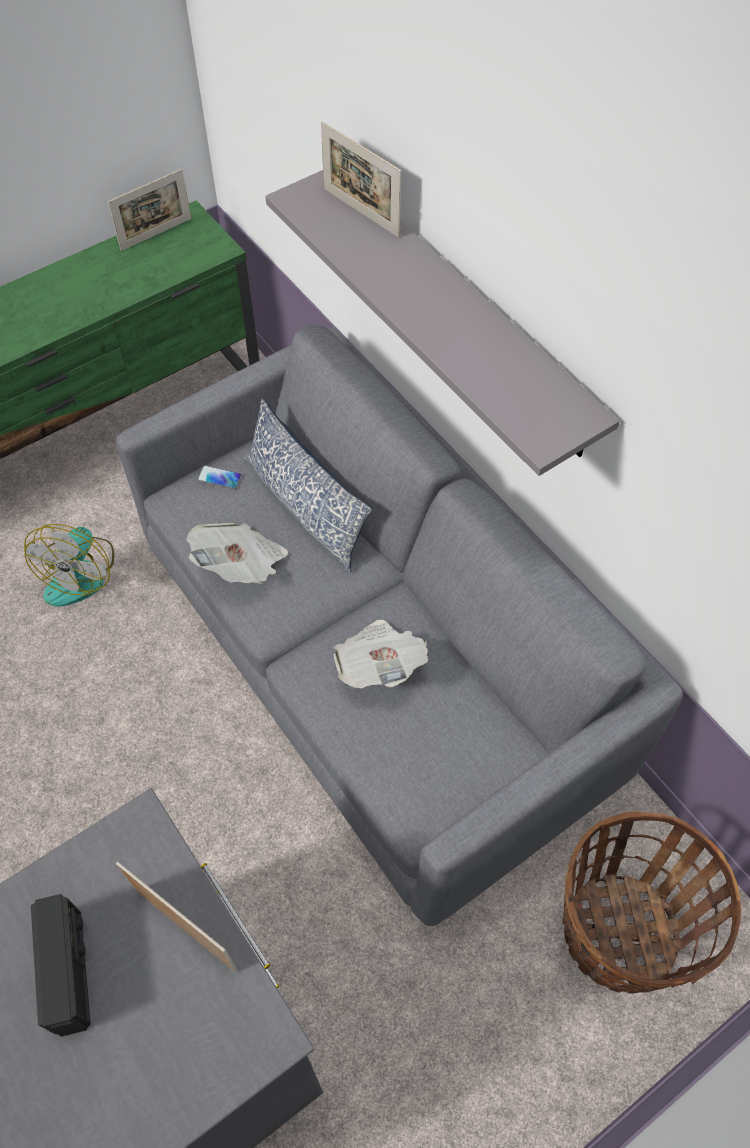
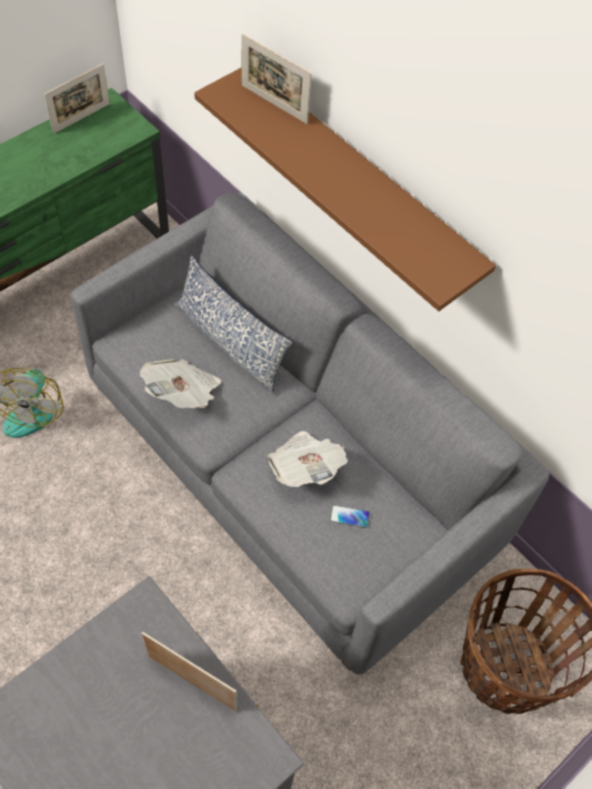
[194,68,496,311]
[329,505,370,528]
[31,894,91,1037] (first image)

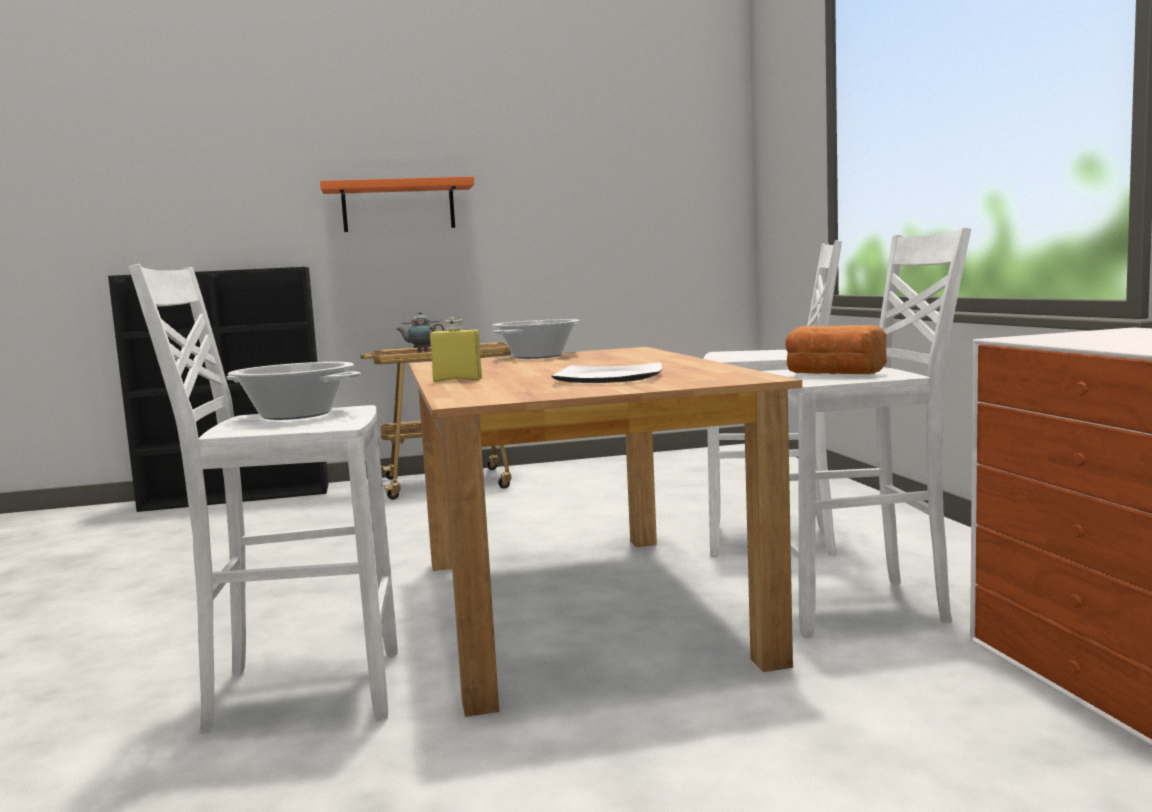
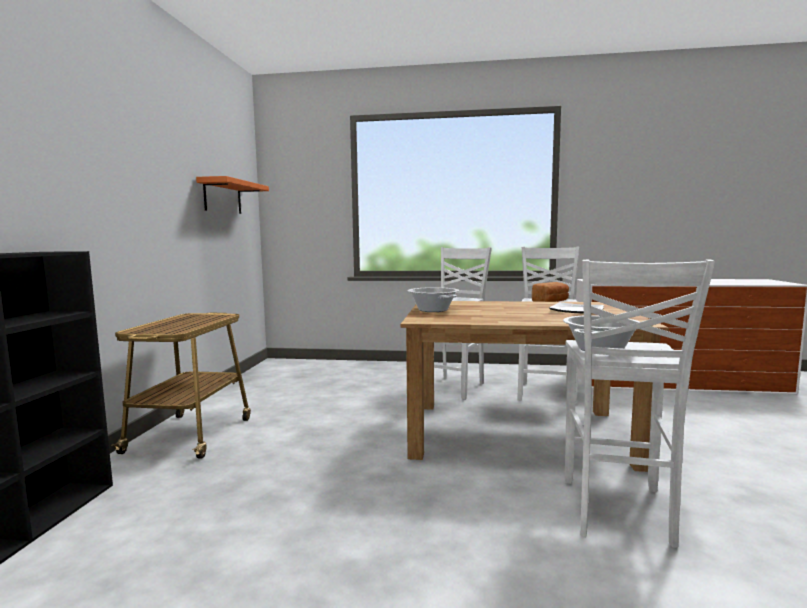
[196,176,269,214]
[396,312,444,352] (first image)
[430,317,482,382] (first image)

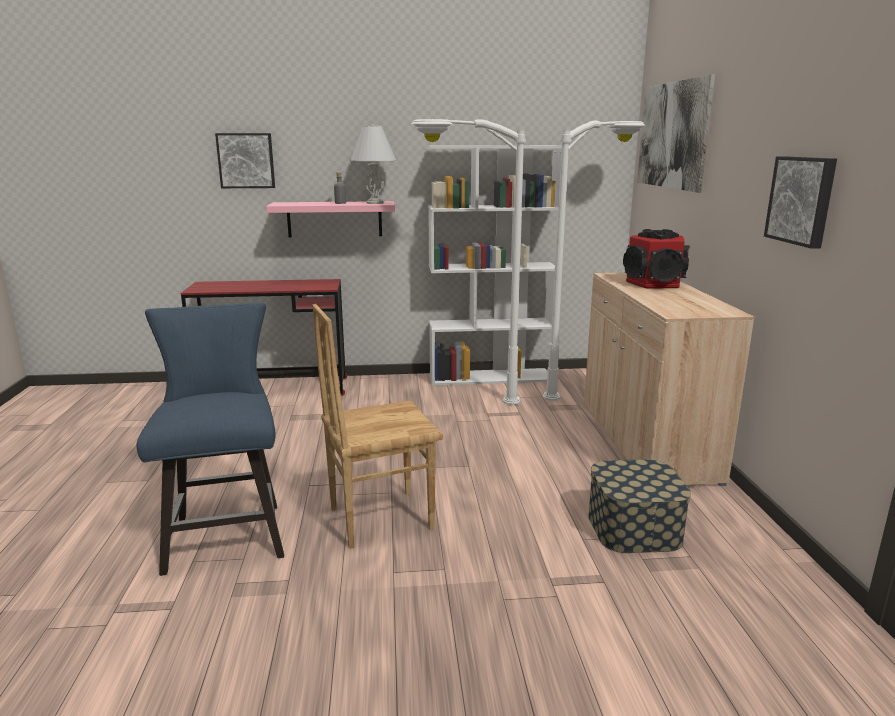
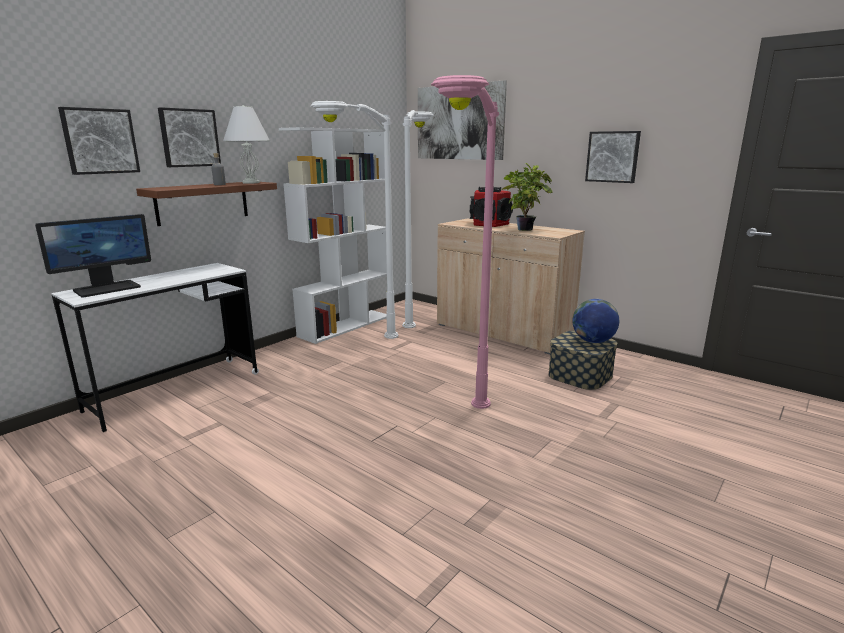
[35,214,151,297]
[51,263,259,432]
[136,182,277,226]
[158,107,221,167]
[431,75,499,409]
[501,163,553,231]
[572,299,619,343]
[137,302,284,576] (first image)

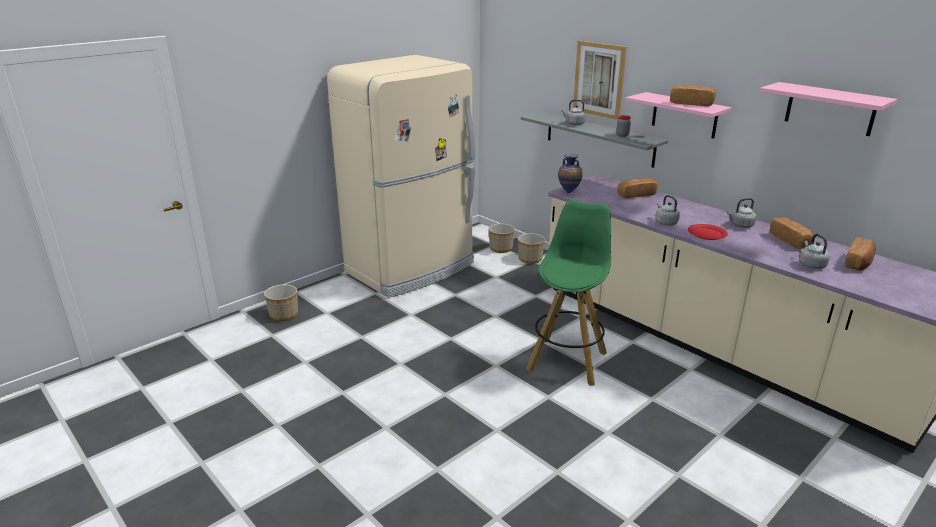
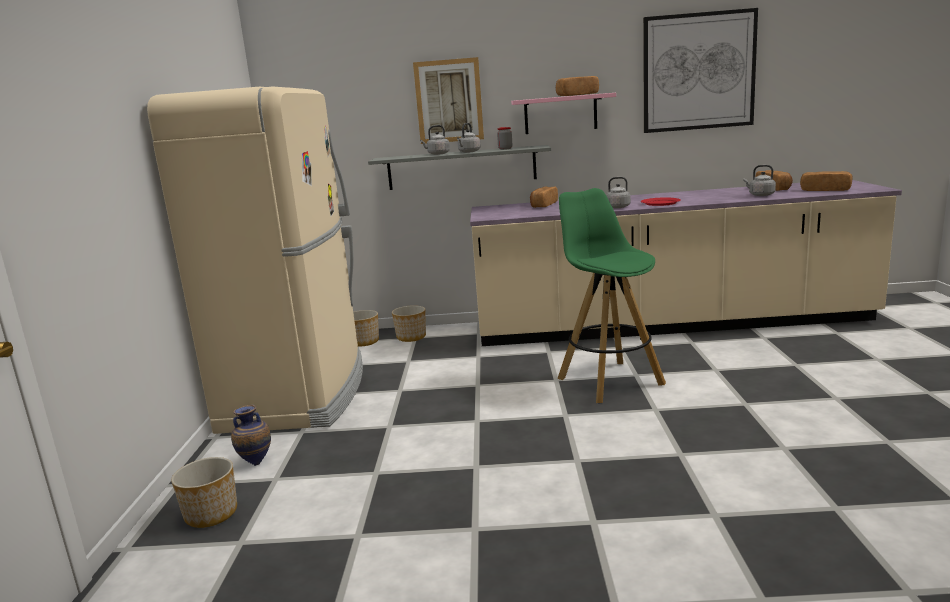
[231,405,271,466]
[457,123,481,153]
[643,8,758,133]
[800,171,852,191]

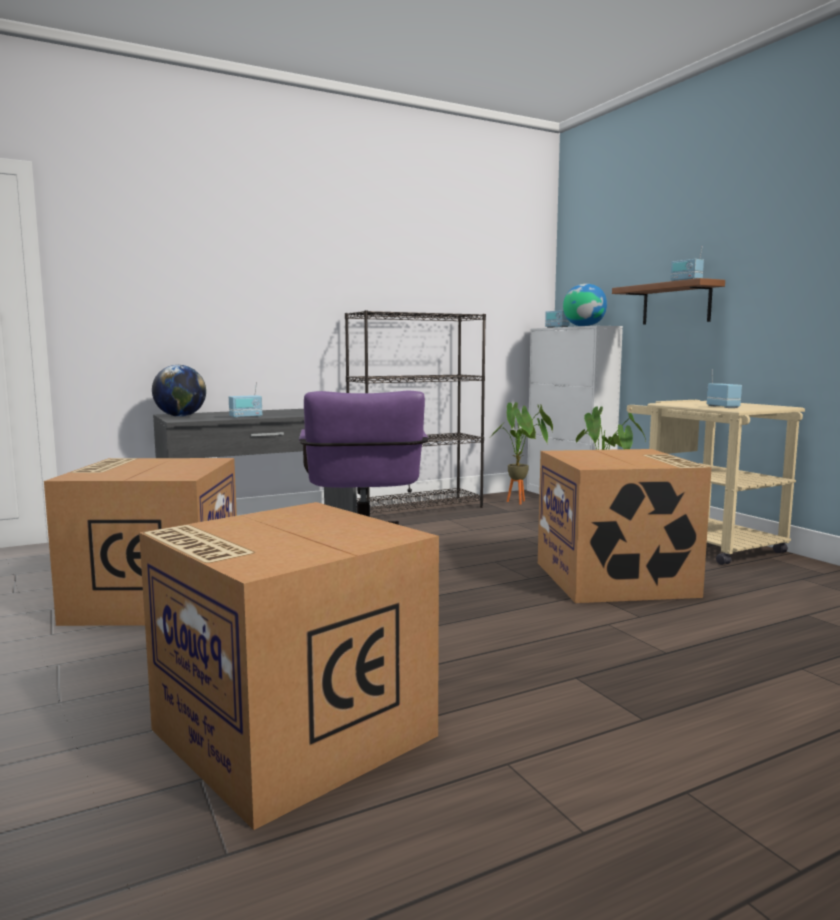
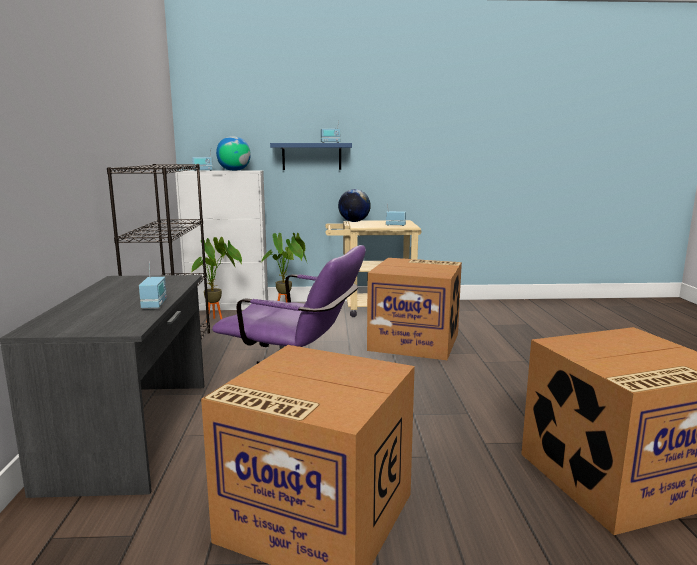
[270,143,352,170]
[338,189,371,222]

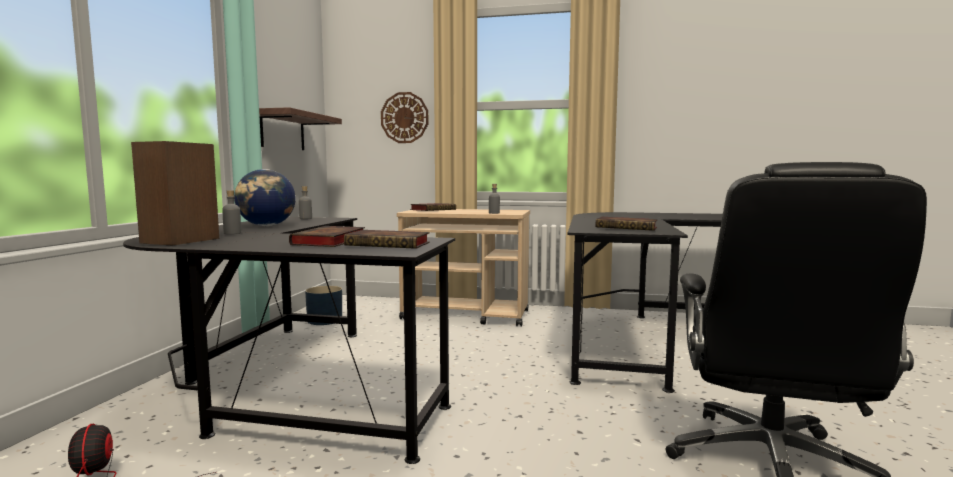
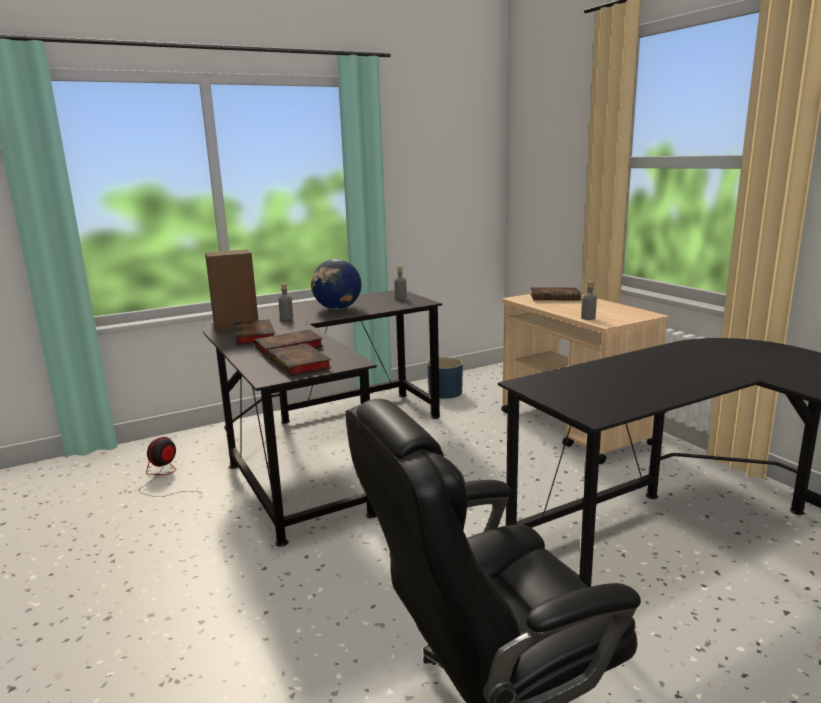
[234,319,275,345]
[259,107,342,150] (first image)
[381,92,428,143] (first image)

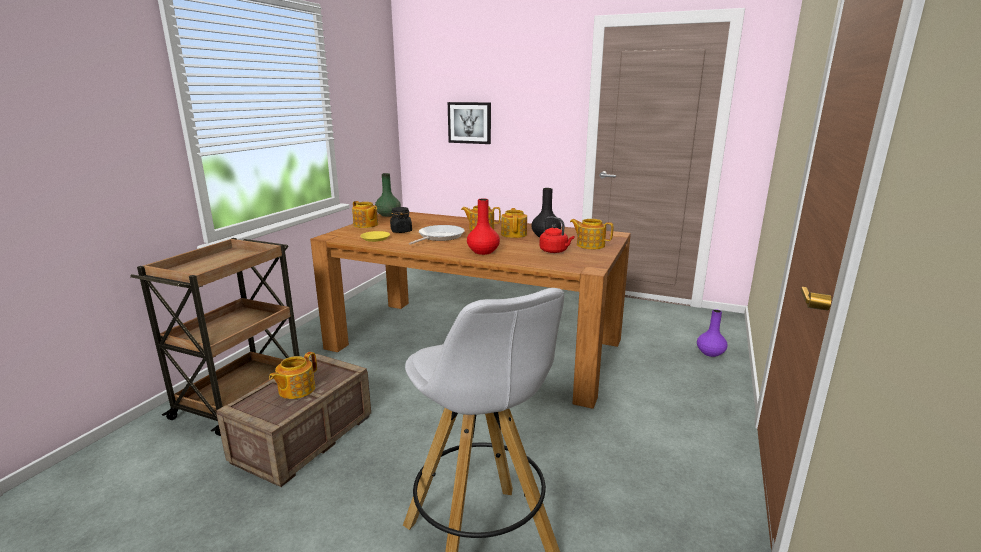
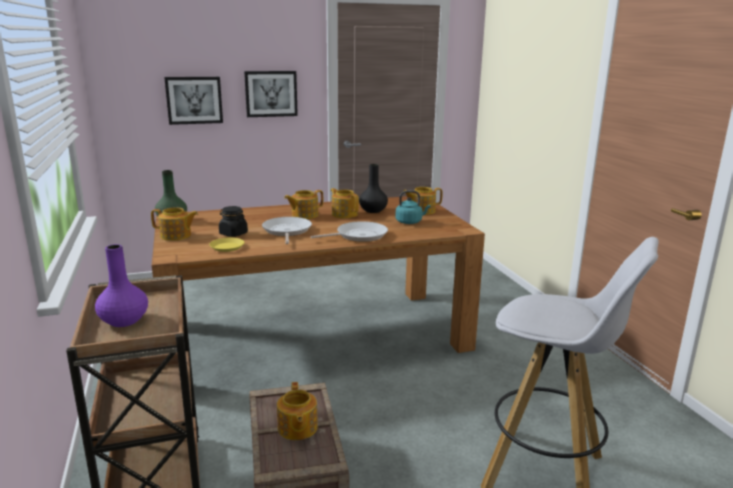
[95,244,148,327]
[244,71,298,117]
[311,221,388,242]
[395,190,431,224]

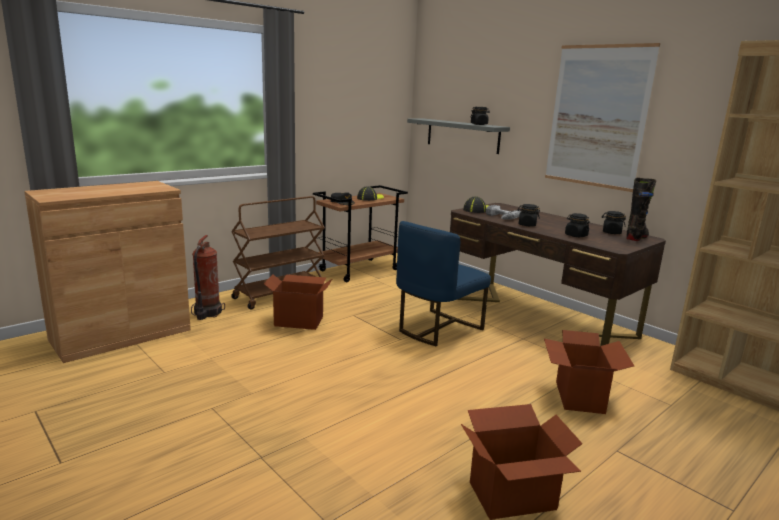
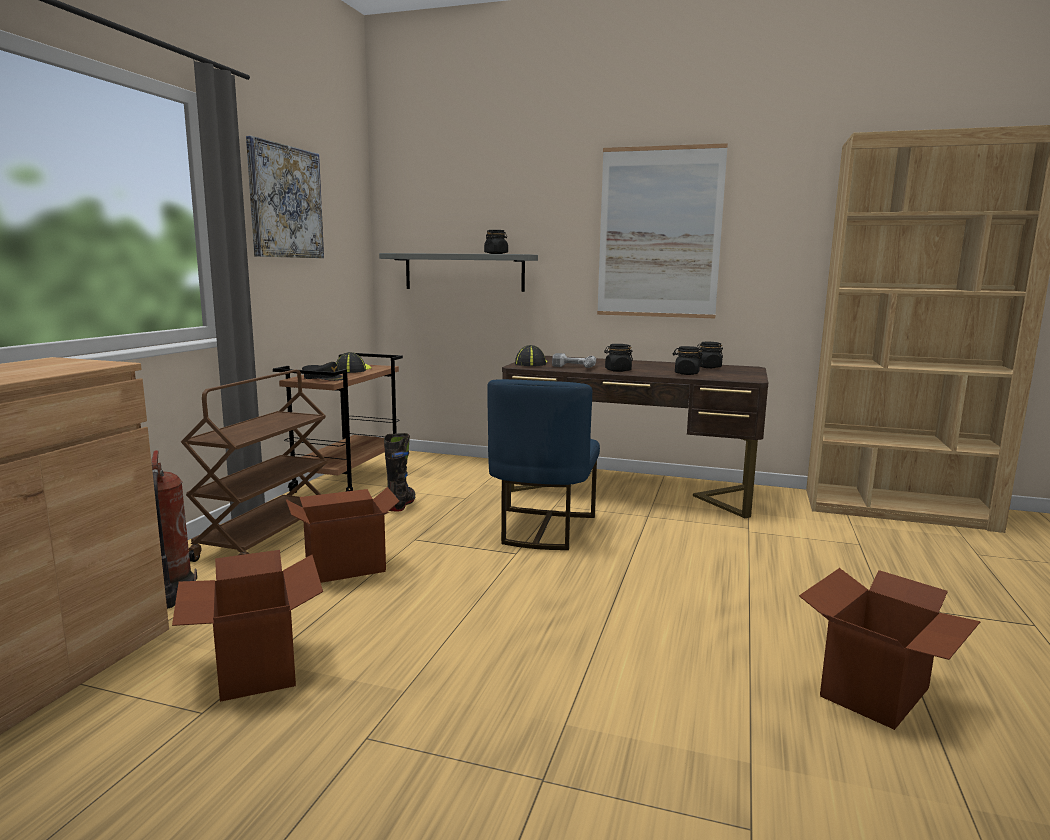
[172,550,323,702]
[246,136,324,258]
[384,433,415,512]

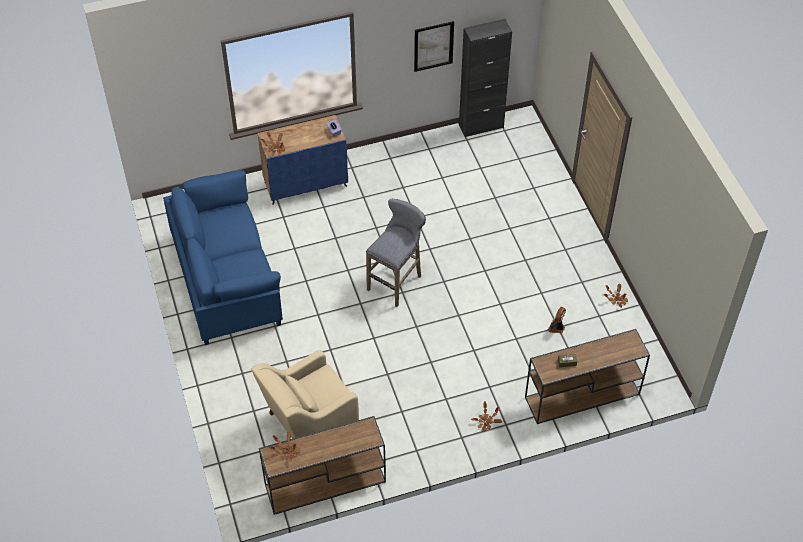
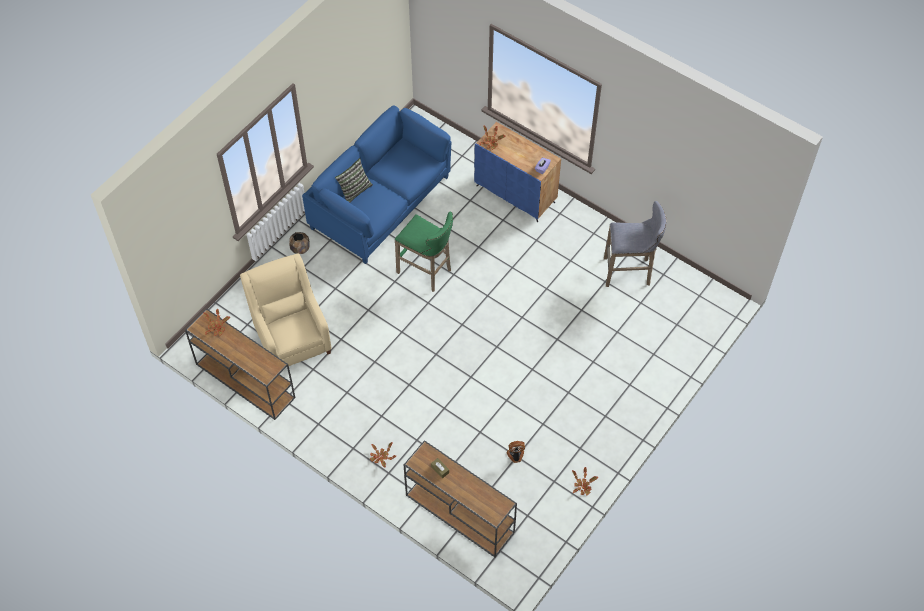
[240,253,331,366]
[289,232,310,254]
[335,158,373,203]
[395,212,453,292]
[604,201,667,287]
[414,21,454,72] (first image)
[459,19,512,137] (first image)

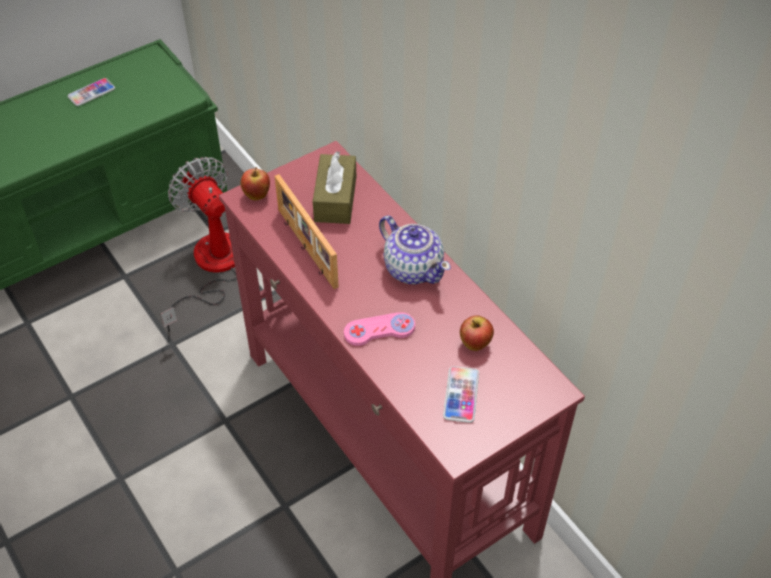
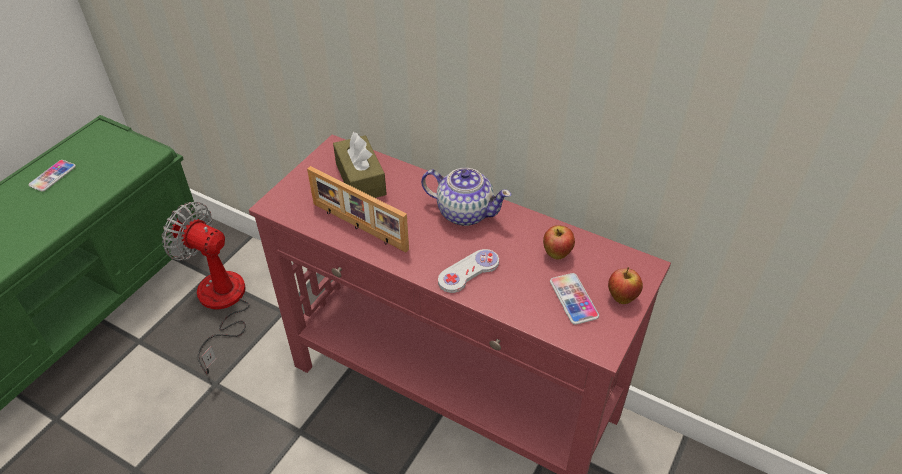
[438,249,499,293]
[608,267,643,304]

